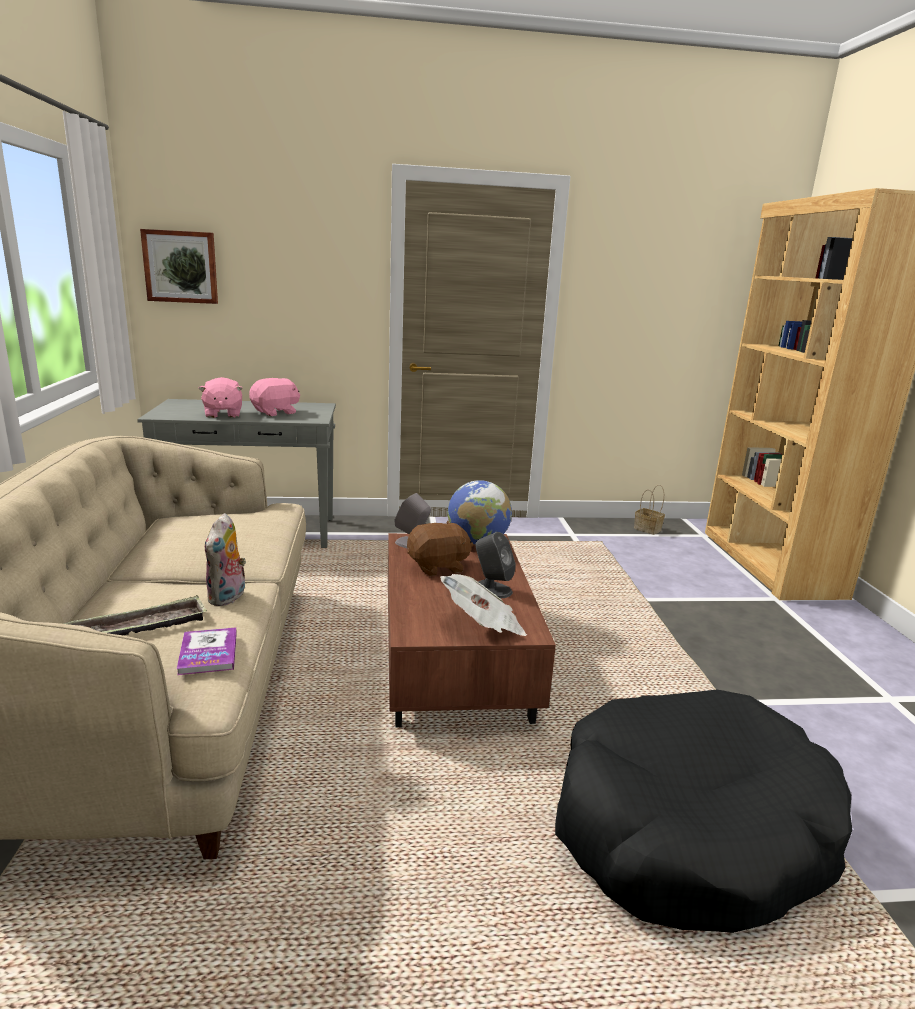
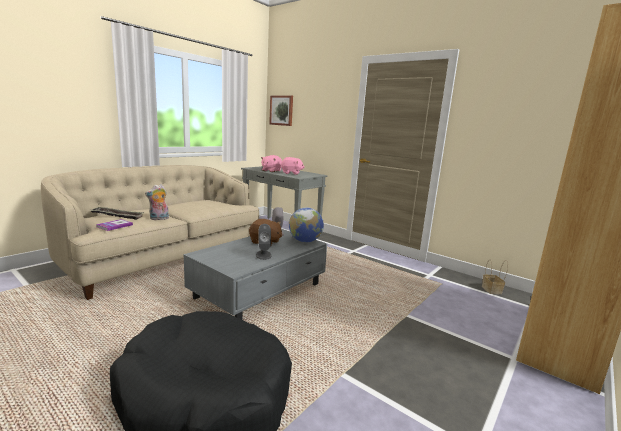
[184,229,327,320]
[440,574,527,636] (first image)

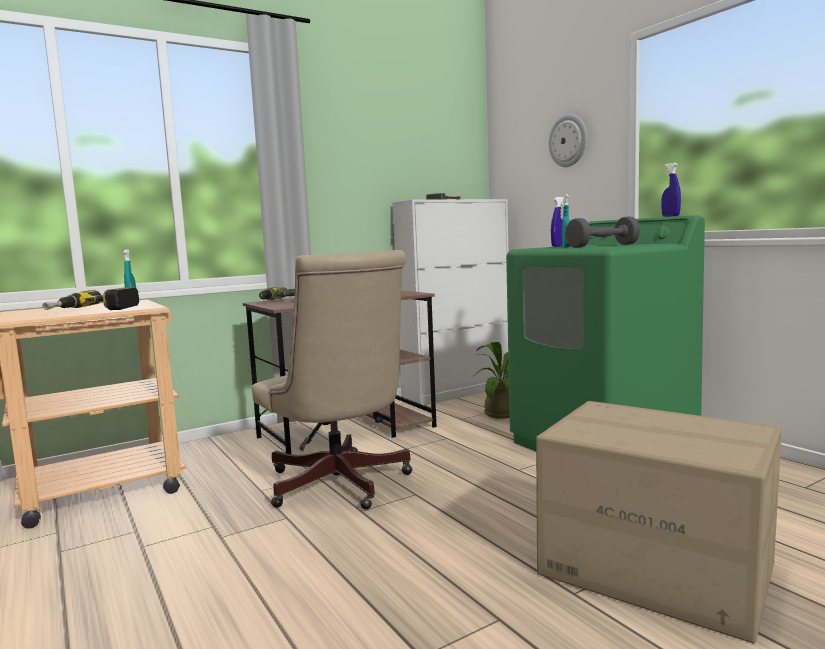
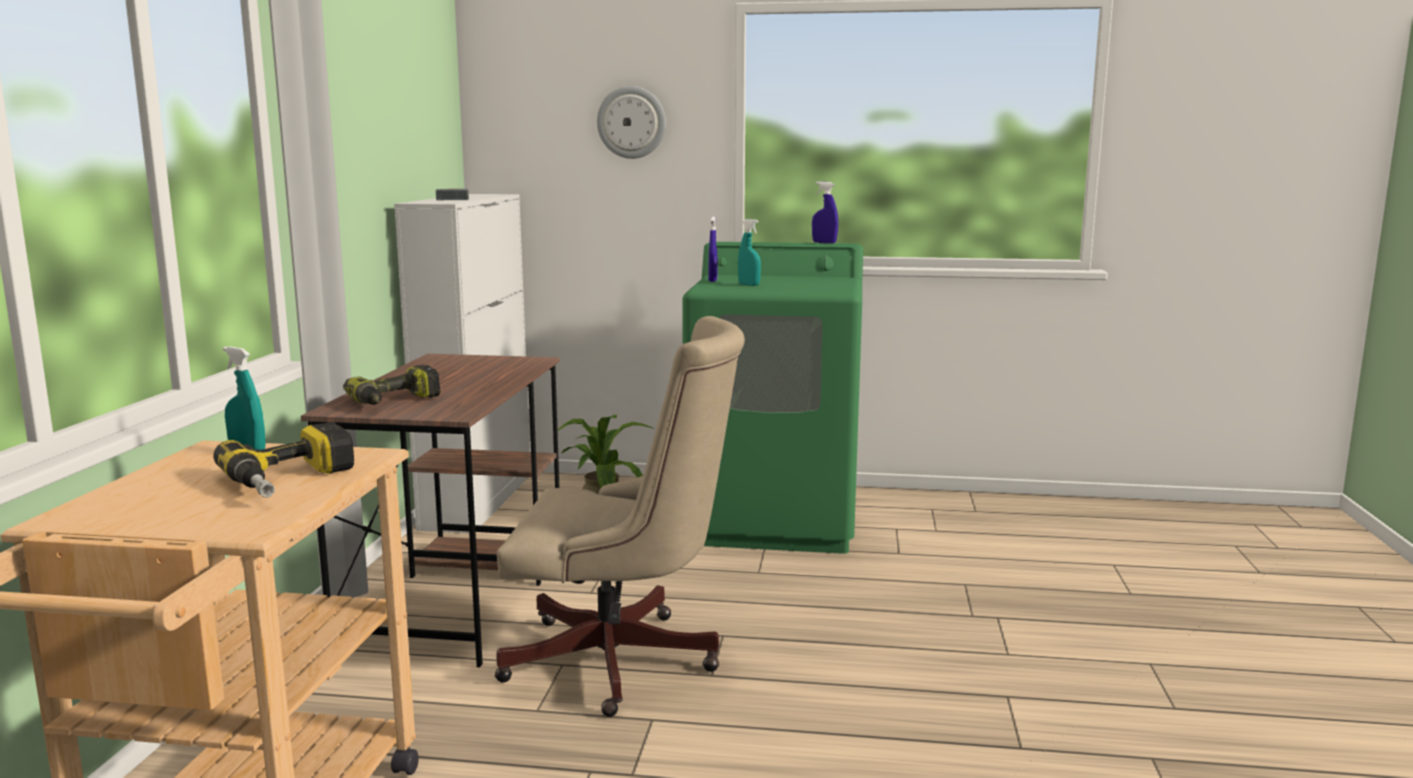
[536,401,782,643] (first image)
[566,217,640,248] (first image)

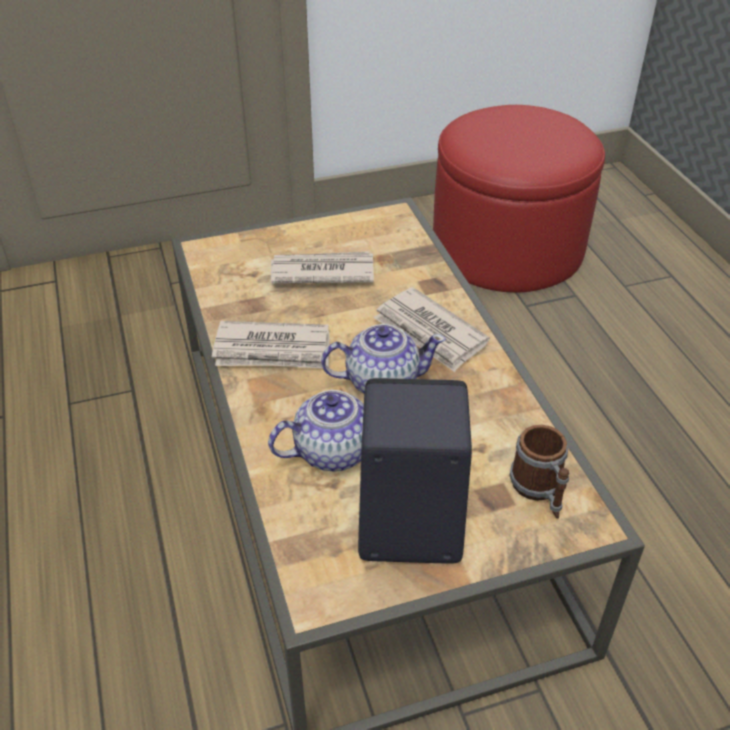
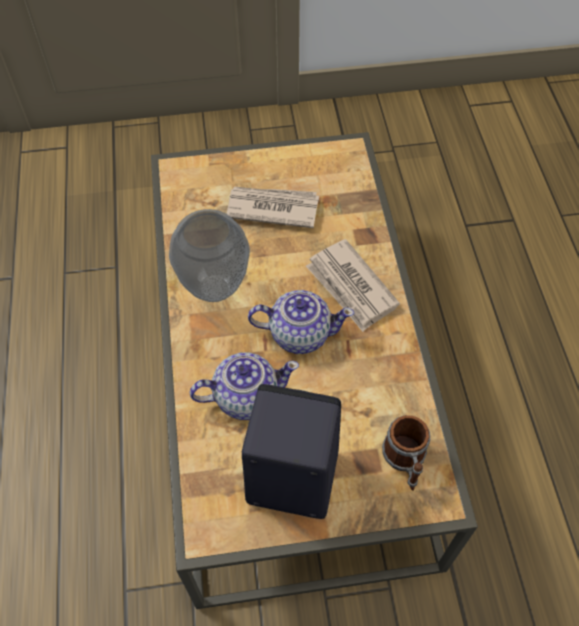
[169,209,250,302]
[433,105,605,293] (first image)

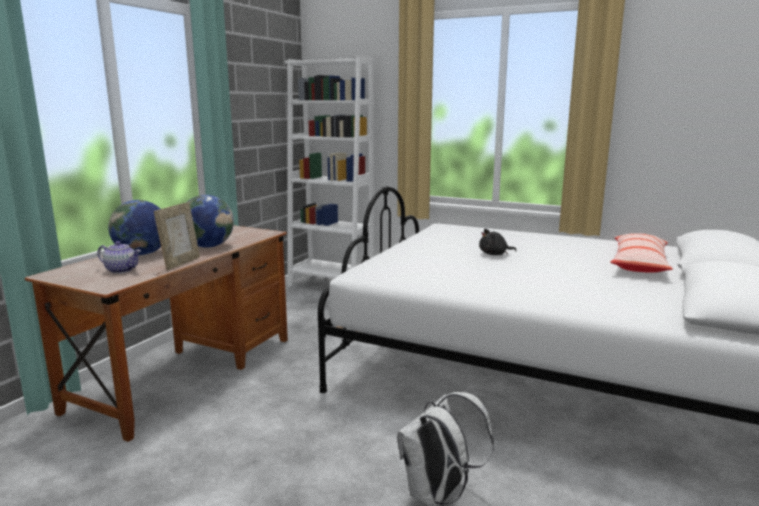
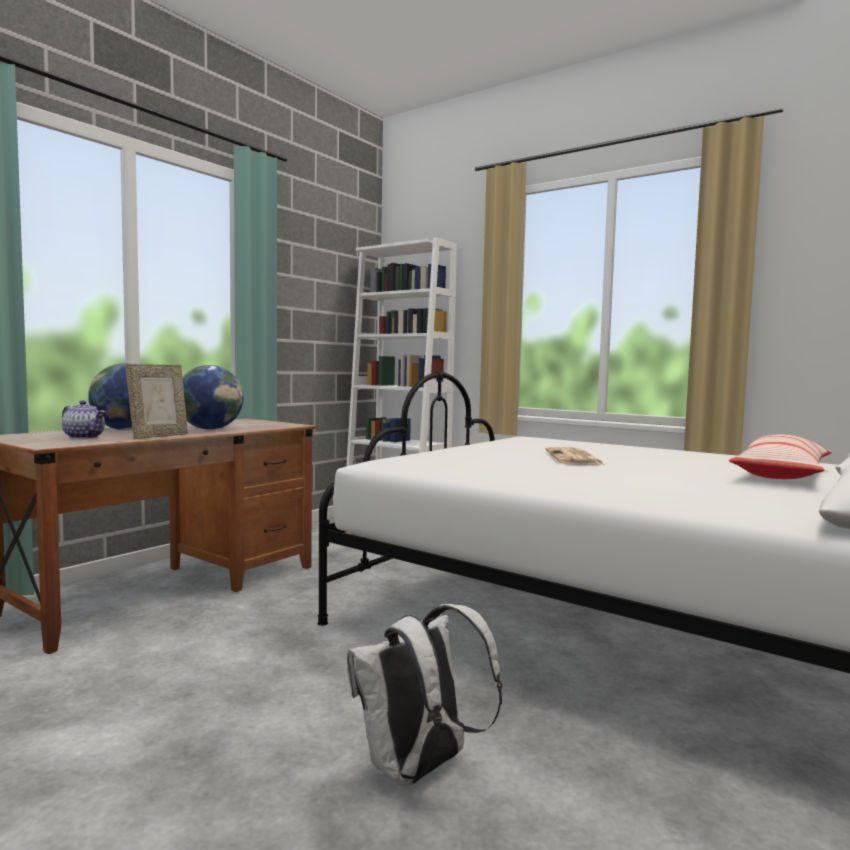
[546,447,605,465]

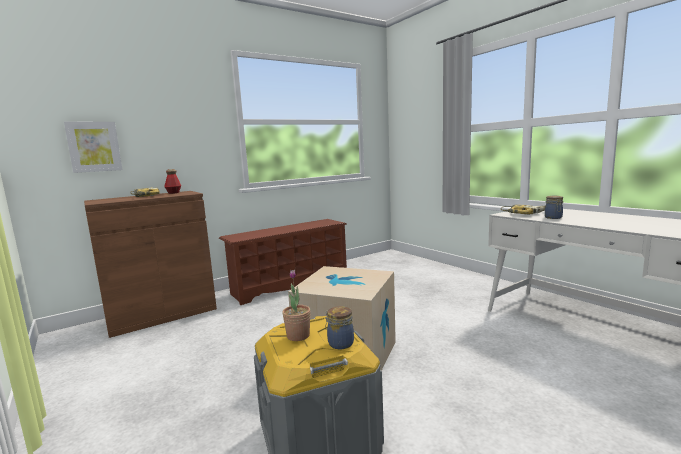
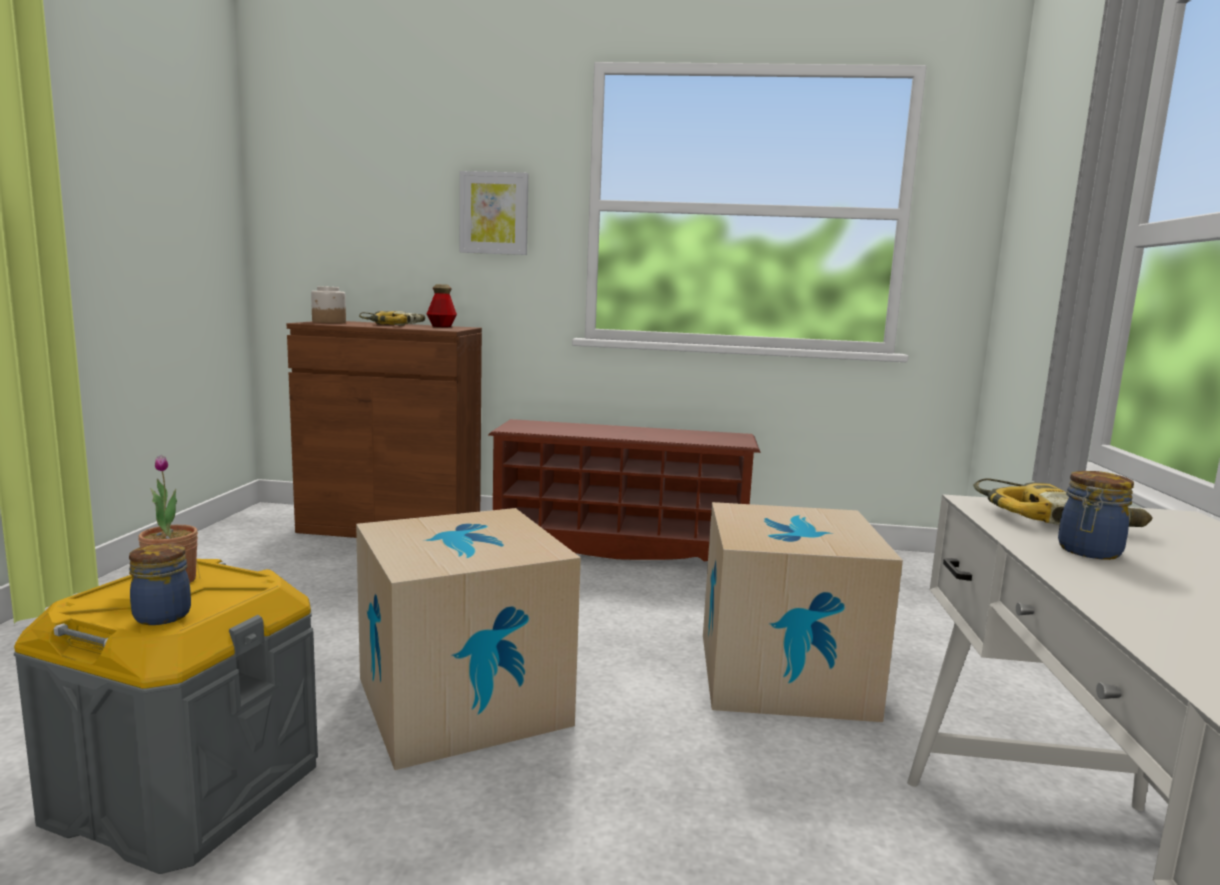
[311,286,346,323]
[460,171,528,255]
[703,502,903,722]

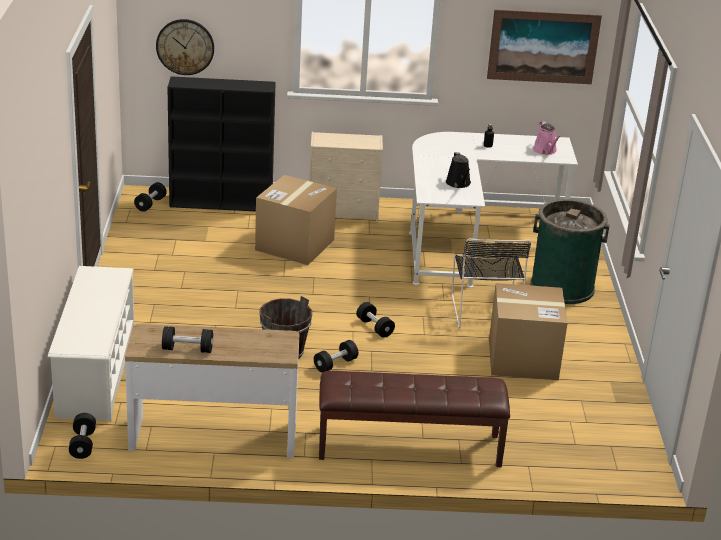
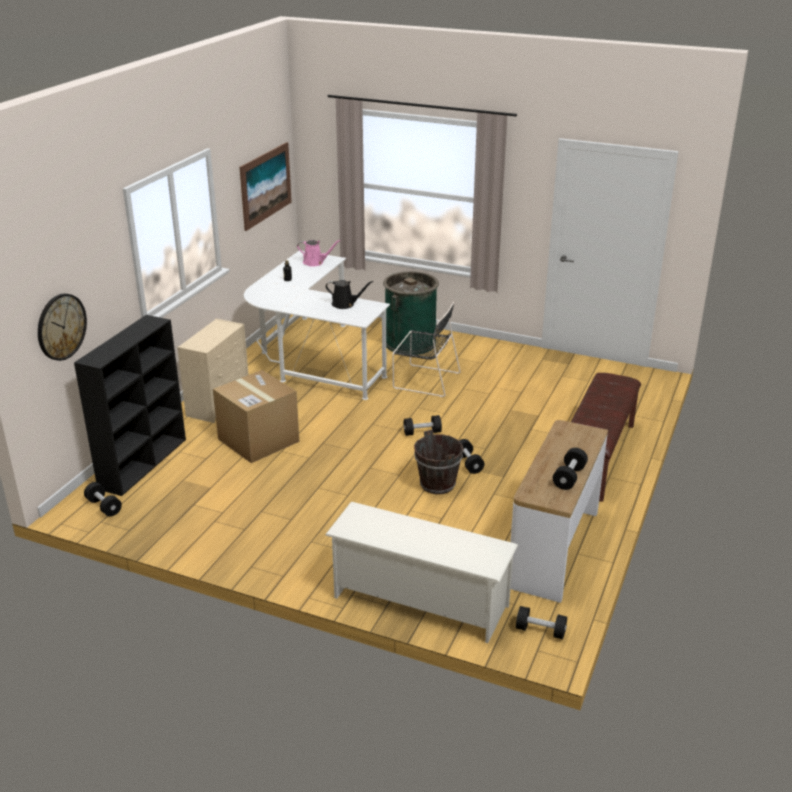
[489,283,568,380] (first image)

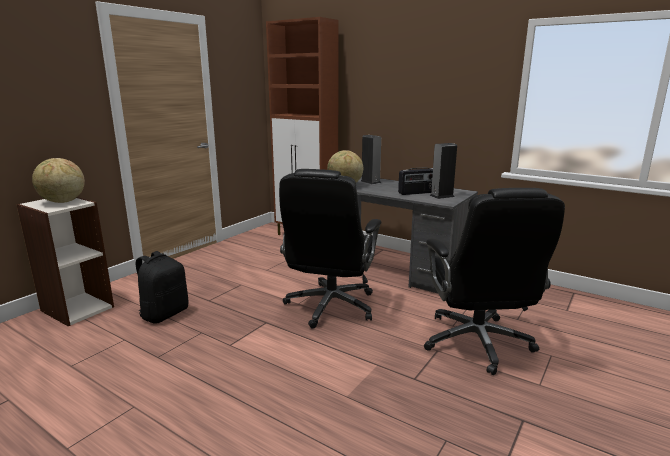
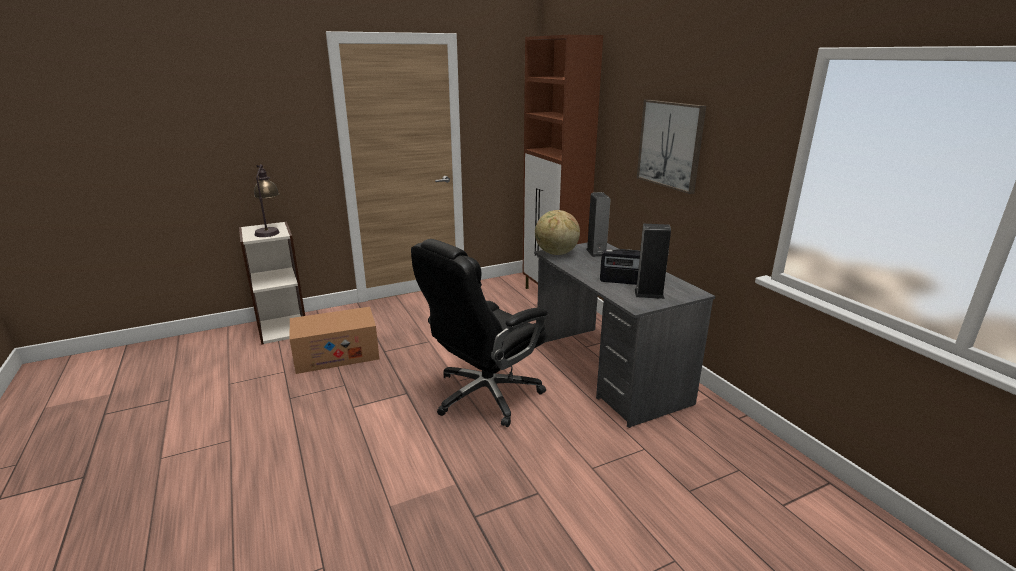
[254,164,280,237]
[290,307,379,374]
[637,100,706,194]
[424,188,565,375] (first image)

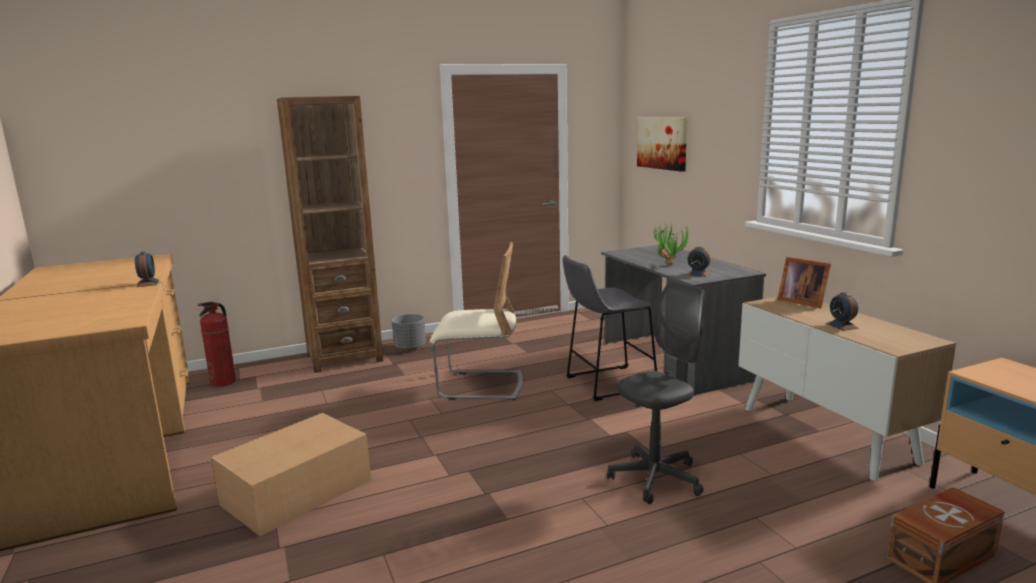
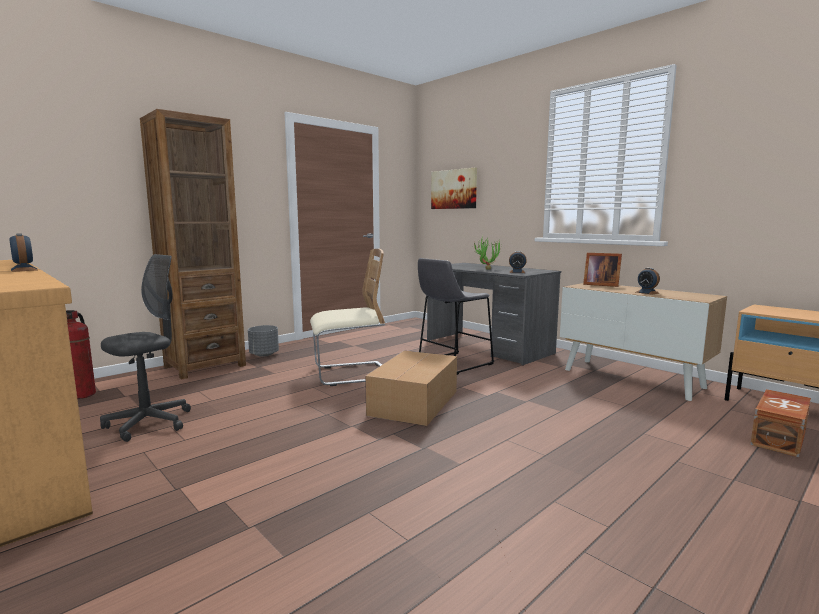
[100,254,191,442]
[365,351,457,426]

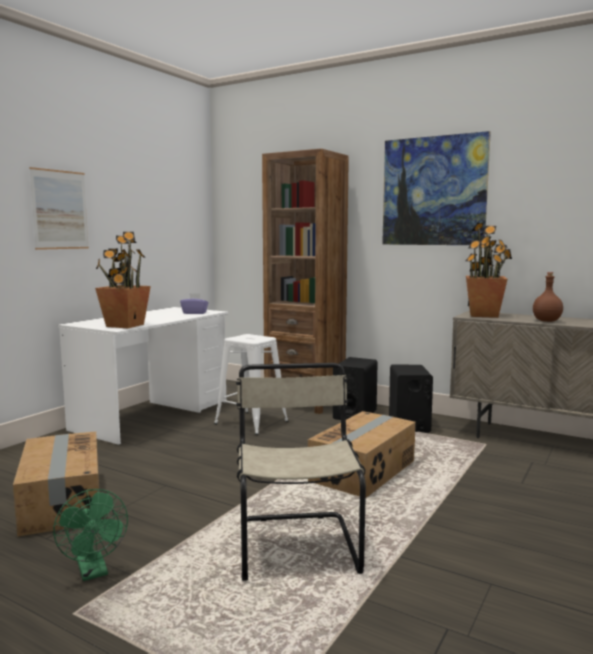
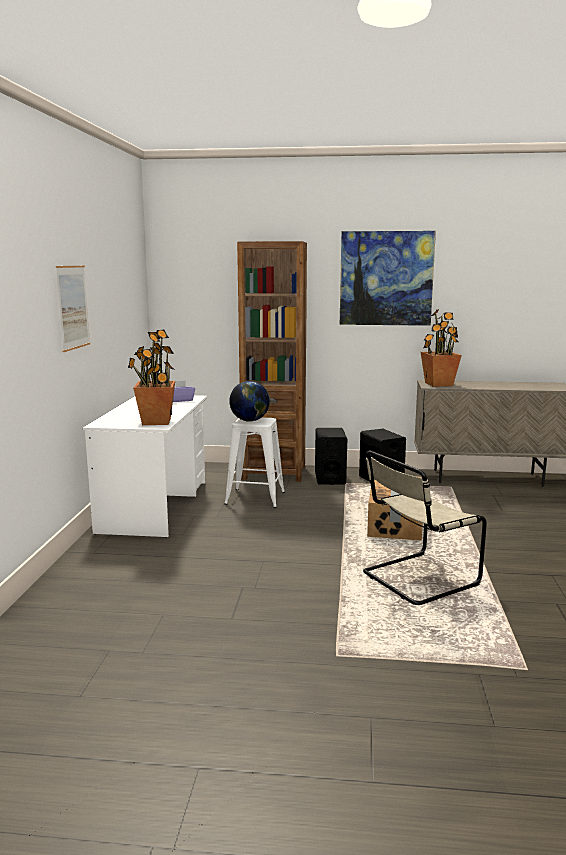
[229,381,270,422]
[363,450,487,605]
[13,432,101,537] (first image)
[53,489,128,581] (first image)
[533,272,563,322] (first image)

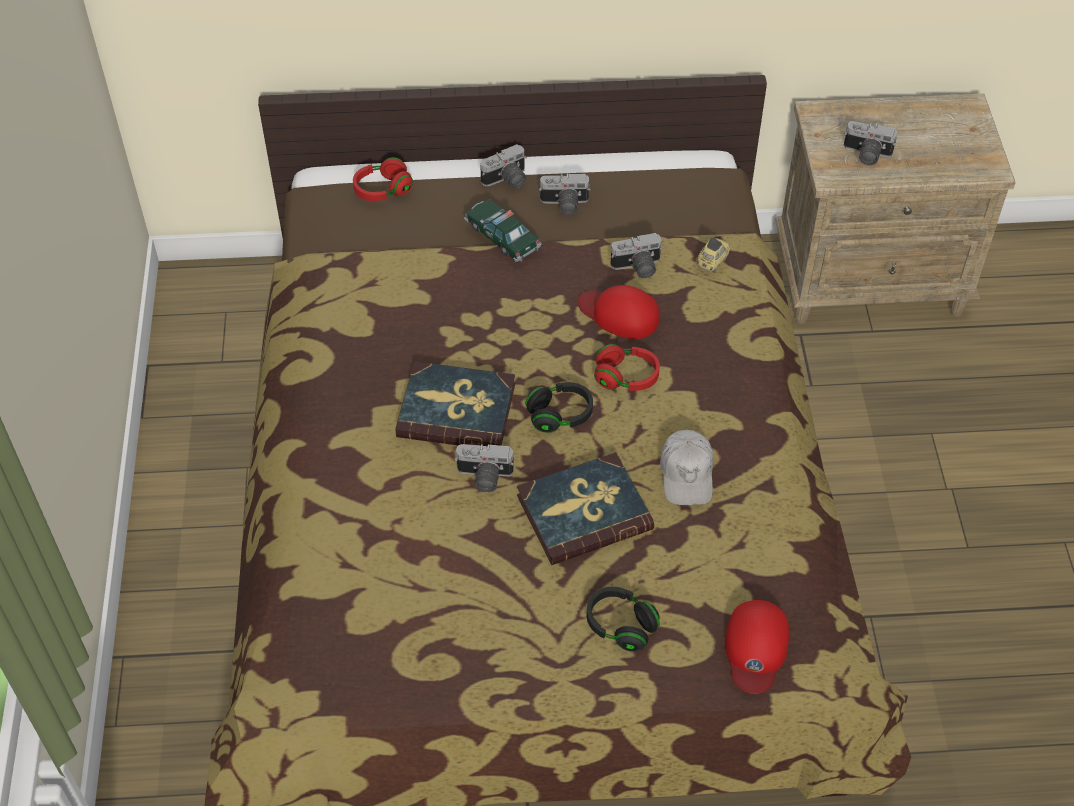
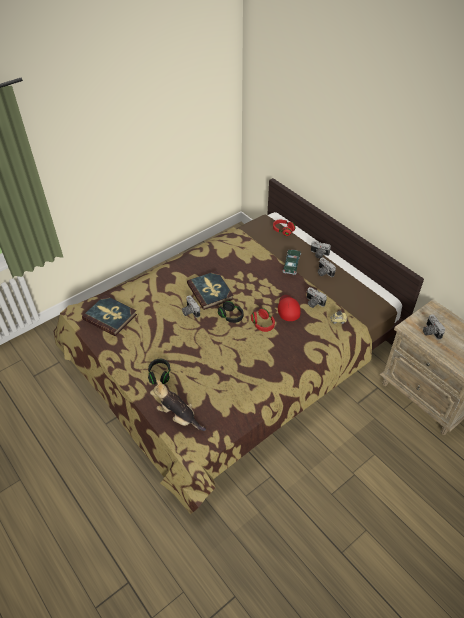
[82,295,137,336]
[150,380,206,431]
[660,430,714,505] (first image)

